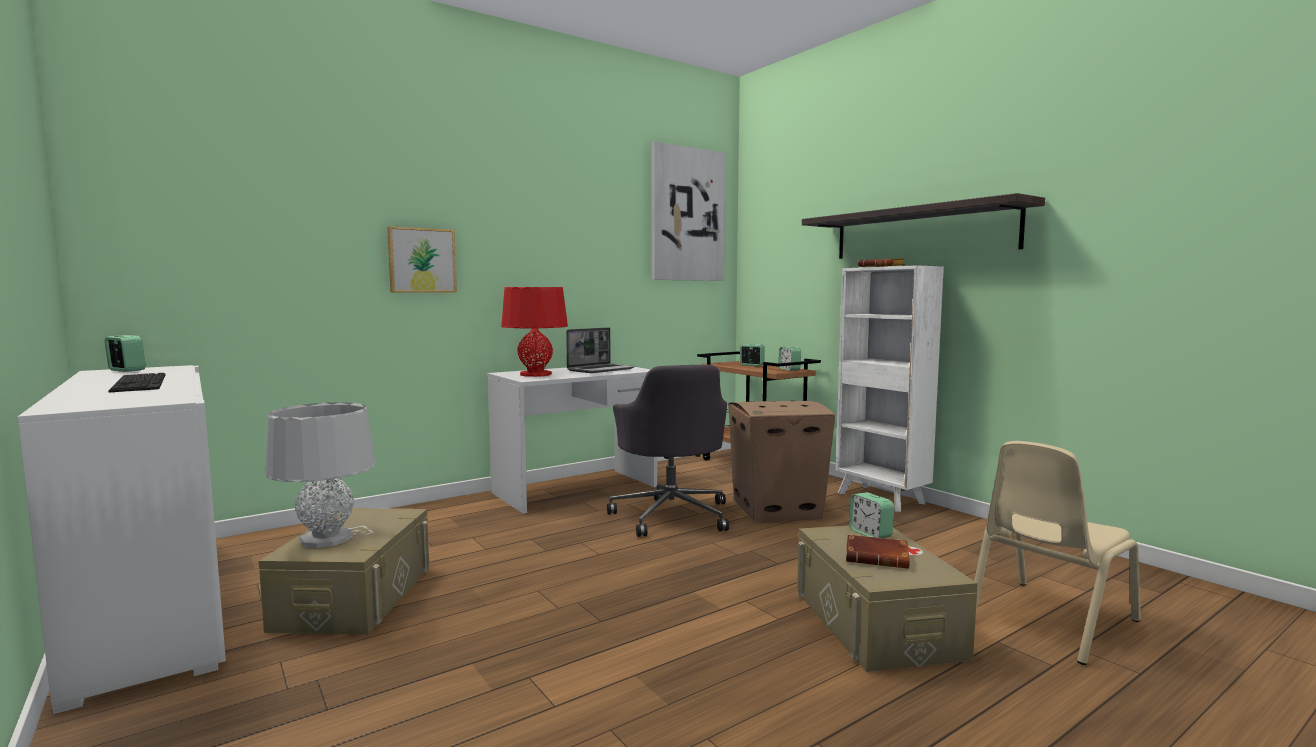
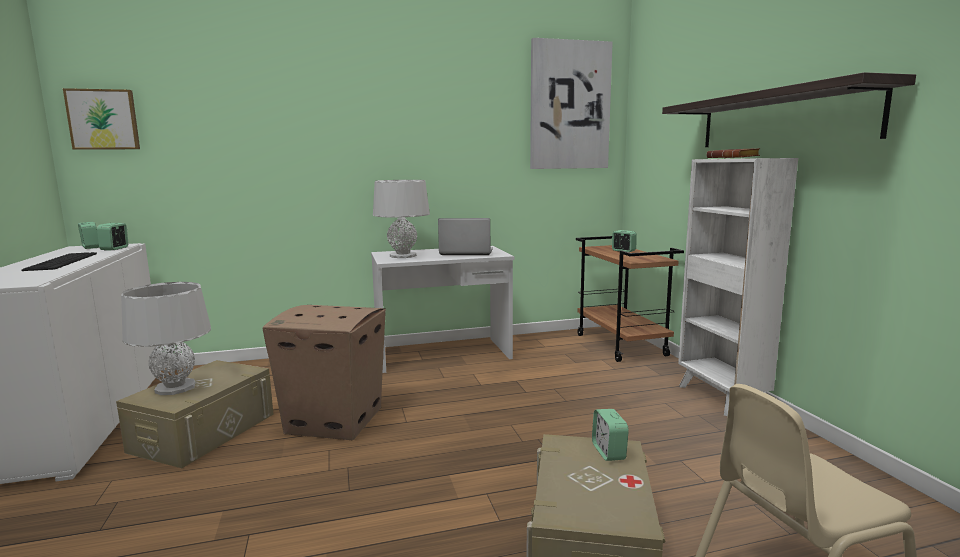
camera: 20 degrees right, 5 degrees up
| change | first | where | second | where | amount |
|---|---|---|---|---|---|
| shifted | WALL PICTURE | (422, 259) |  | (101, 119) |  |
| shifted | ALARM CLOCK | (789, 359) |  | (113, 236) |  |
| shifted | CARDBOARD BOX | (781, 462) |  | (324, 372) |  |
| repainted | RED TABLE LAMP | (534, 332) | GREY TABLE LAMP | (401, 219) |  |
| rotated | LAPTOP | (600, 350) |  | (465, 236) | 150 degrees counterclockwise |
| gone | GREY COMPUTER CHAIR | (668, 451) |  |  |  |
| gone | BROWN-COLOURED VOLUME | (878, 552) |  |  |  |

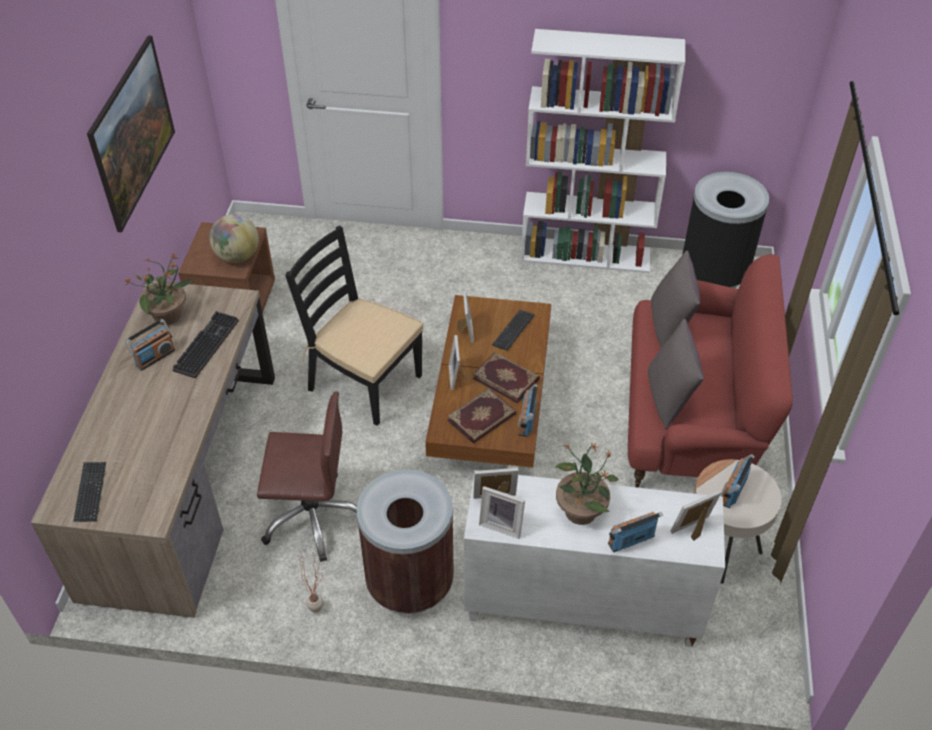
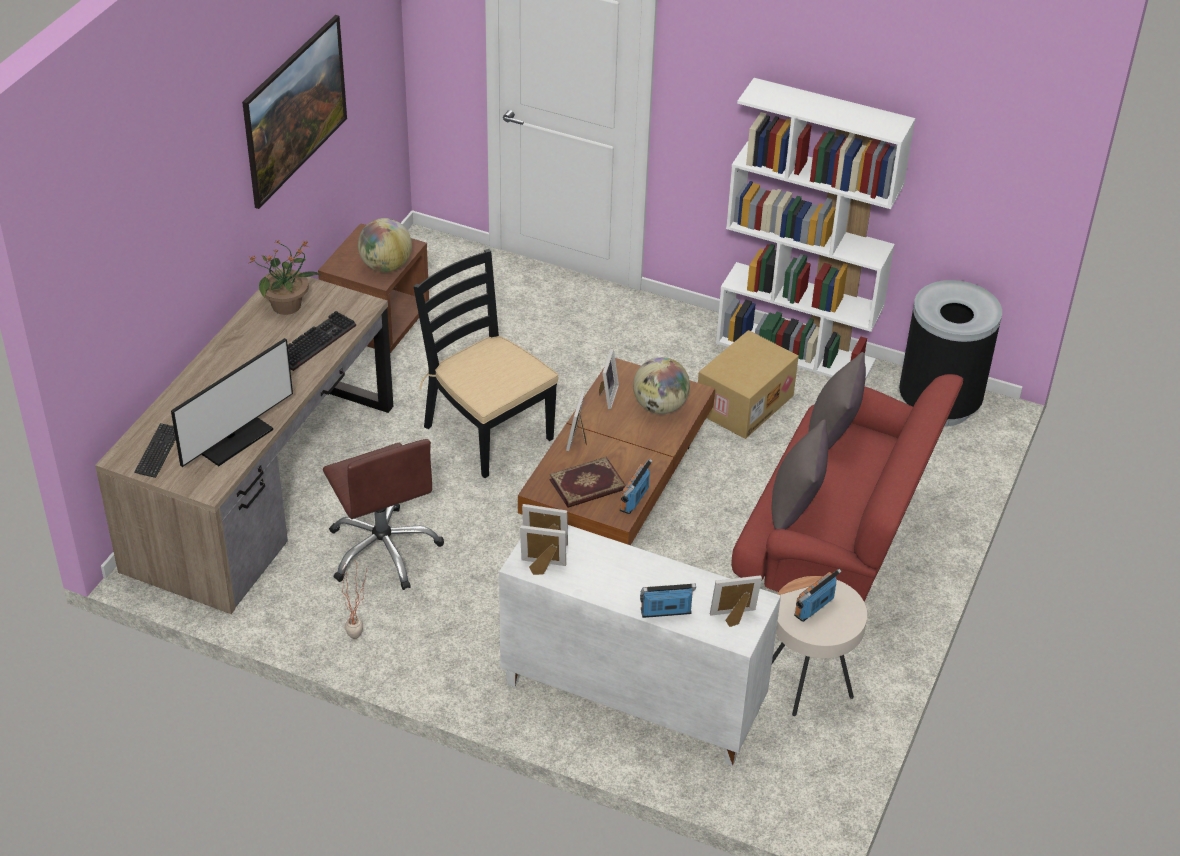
camera: 15 degrees right, 5 degrees down
| change | first | where | second | where | amount |
|---|---|---|---|---|---|
| new |  |  | COMPUTER SCREEN | (232, 402) |  |
| rotated | BROWN-COLOURED COMPUTER CHAIR | (307, 476) |  | (383, 514) | 45 degrees clockwise |
| rotated | PICTURE FRAME | (502, 512) |  | (543, 550) | 150 degrees clockwise |
| swapped | KEYBOARD | (513, 330) | DESK GLOBE | (661, 385) |  |
| new |  |  | CARDBOARD BOX | (748, 384) |  |
| gone | RADIO RECEIVER | (150, 345) |  |  |  |
| gone | BROWN-COLOURED RUBBISH BIN | (405, 541) |  |  |  |
| gone | VOLUME | (506, 377) |  |  |  |
| gone | HOUSEPLANT | (587, 483) |  |  |  |

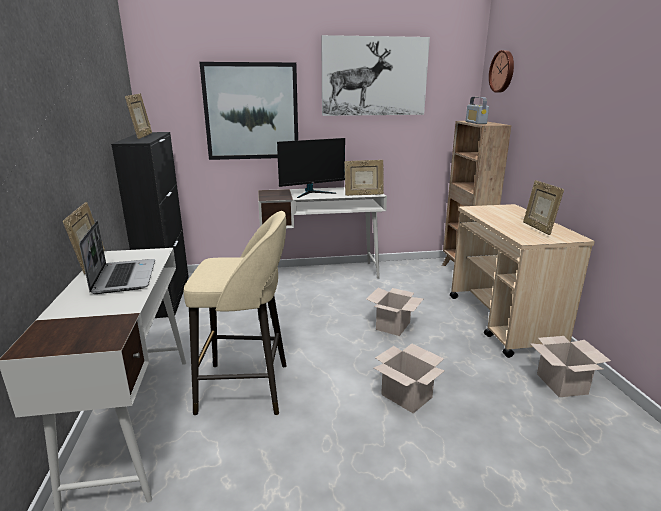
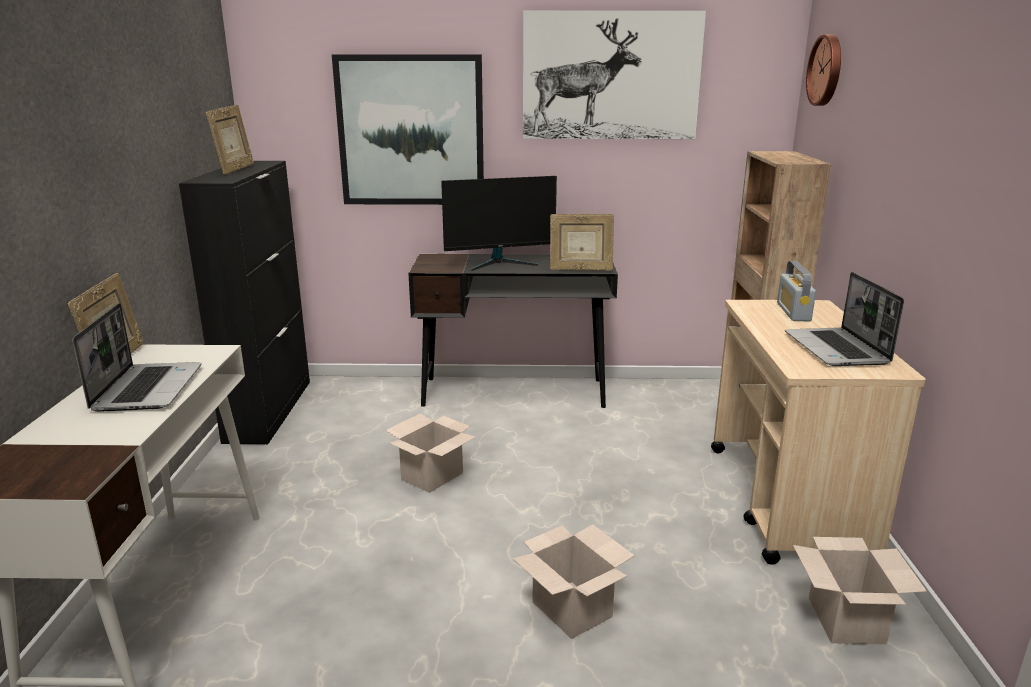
camera: 10 degrees right, 0 degrees up
| change | first | where | second | where | amount |
|---|---|---|---|---|---|
| shifted | CARDBOARD BOX | (395, 312) |  | (431, 453) |  |
| repainted | WHITISH DESK | (322, 233) | BLACKISH DESK | (513, 331) |  |
| shifted | RADIO RECEIVER | (477, 110) |  | (796, 291) |  |
| swapped | PICTURE FRAME | (543, 207) | LAPTOP | (844, 319) |  |
| gone | SAND-COLOURED SITTING STOOL | (235, 313) |  |  |  |

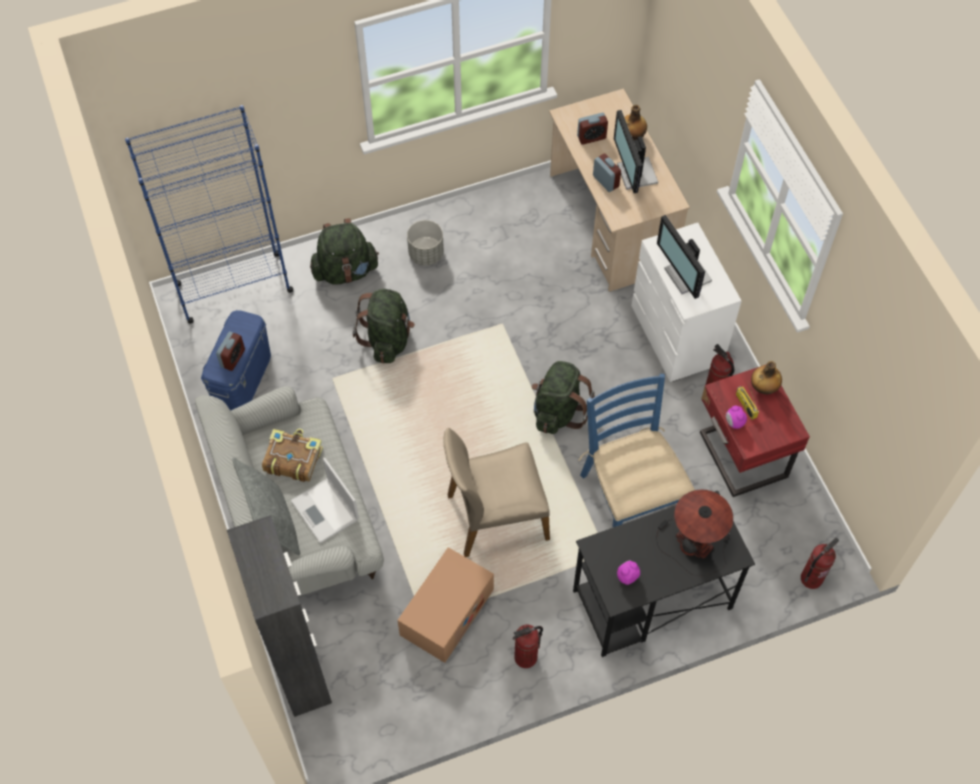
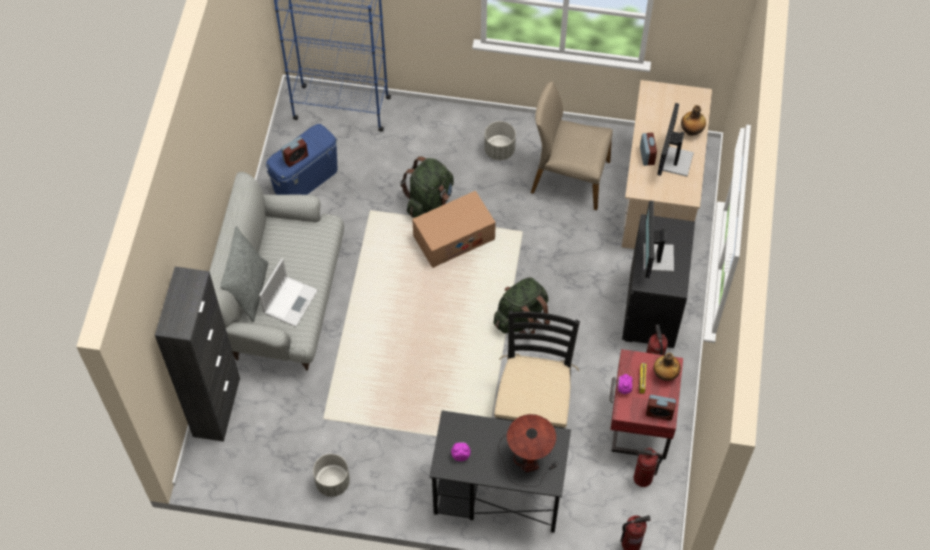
camera: 30 degrees right, 0 degrees up
| change | first | where | second | where | amount |
|---|---|---|---|---|---|
| rotated | LAPTOP | (325, 500) |  | (288, 292) | 150 degrees counterclockwise |
| new |  |  | GREY FLOWER POT | (331, 475) |  |
| shifted | CARDBOARD BOX | (445, 605) |  | (454, 229) |  |
| repainted | BLUE-COLOURED PLAIN CHAIR | (636, 451) | BLACKISH PLAIN CHAIR | (537, 369) |  |
| shifted | SAND-COLOURED PLAIN CHAIR | (496, 492) |  | (572, 145) |  |
| repainted | WHITISH DRESSER | (686, 302) | BLACKISH DRESSER | (658, 281) |  |
| shifted | FIRE-FIGHTING CYLINDER | (527, 646) |  | (648, 467) |  |
| shifted | ALARM CLOCK | (592, 129) |  | (661, 408) |  |
| gone | VOLUME | (292, 455) |  |  |  |
| gone | GREEN RUCKSACK | (344, 251) |  |  |  |

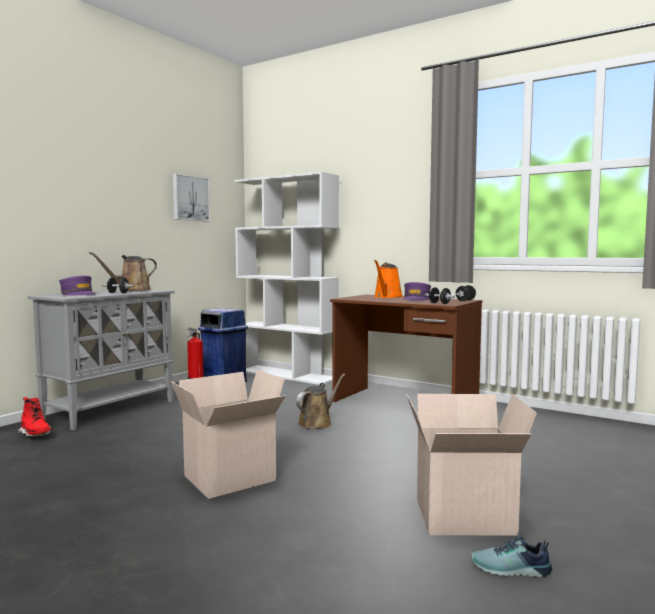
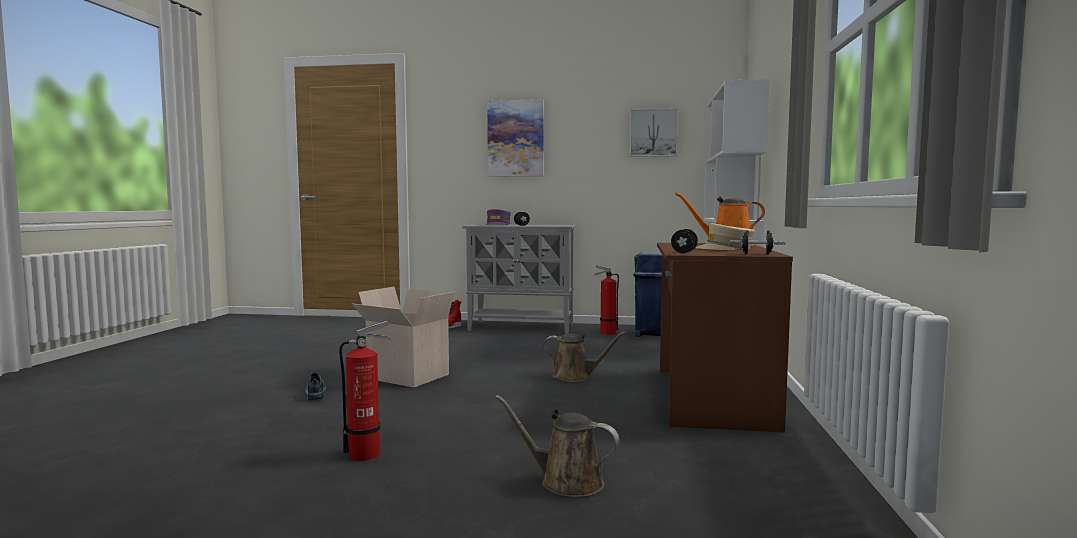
camera: 65 degrees right, 0 degrees up
| change | first | where | second | where | amount |
|---|---|---|---|---|---|
| shifted | LOW SHOE | (511, 556) |  | (315, 386) |  |
| swapped | CARDBOARD BOX | (471, 464) | FIRE-FIGHTING CYLINDER | (365, 391) |  |
| new |  |  | WALL PICTURE | (515, 138) |  |
| shifted | BROWN-COLOURED SPRINKLING CAN | (123, 271) |  | (557, 446) |  |
| repainted | PURPLISH BASEBALL CAP | (417, 291) | SAND-COLOURED BASEBALL CAP | (725, 236) |  |

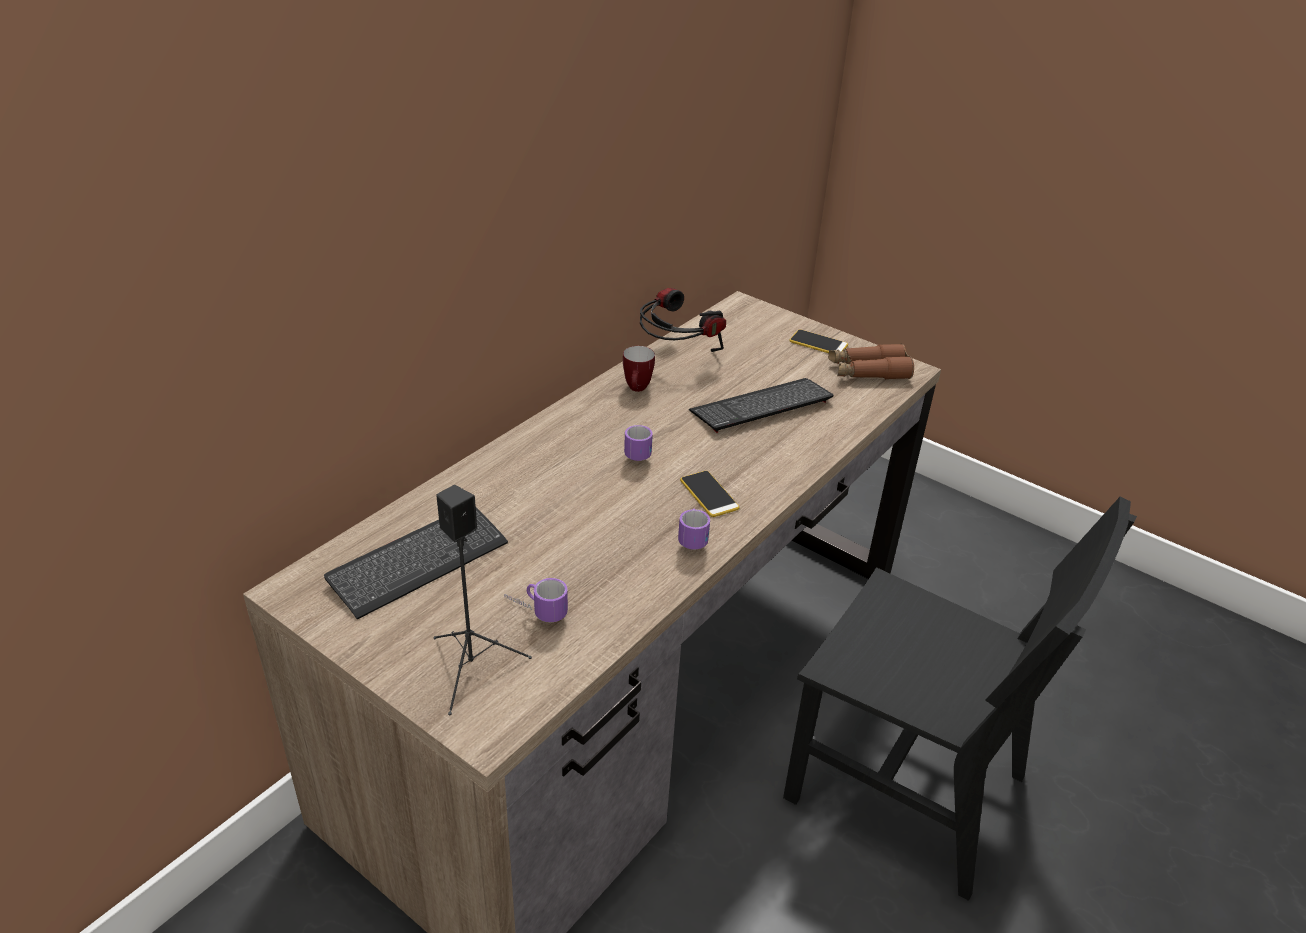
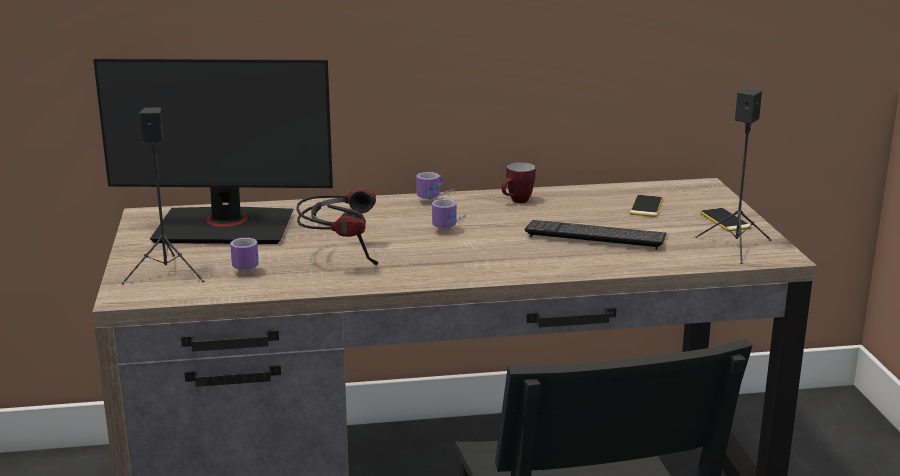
camera: 45 degrees right, 15 degrees down
| change | first | where | second | where | amount |
|---|---|---|---|---|---|
| swapped | KEYBOARD | (416, 563) | COMPUTER SCREEN | (213, 151) |  |
| shifted | HEADSET | (683, 320) |  | (337, 227) |  |
| shifted | MUG | (694, 529) |  | (435, 186) |  |
| shifted | PHONE | (709, 494) |  | (646, 206) |  |
| swapped | BROWN-COLOURED PAIR OF BINOCULARS | (871, 361) | BLACKISH LOUDSPEAKER | (733, 176) |  |

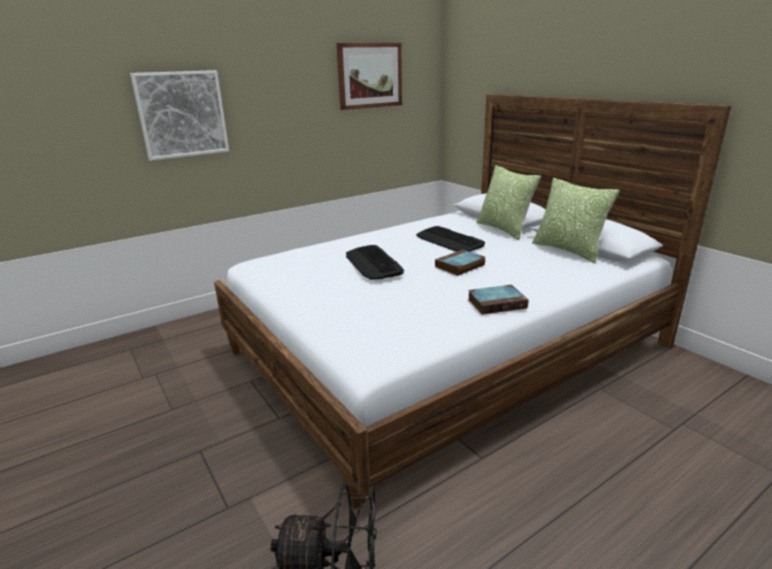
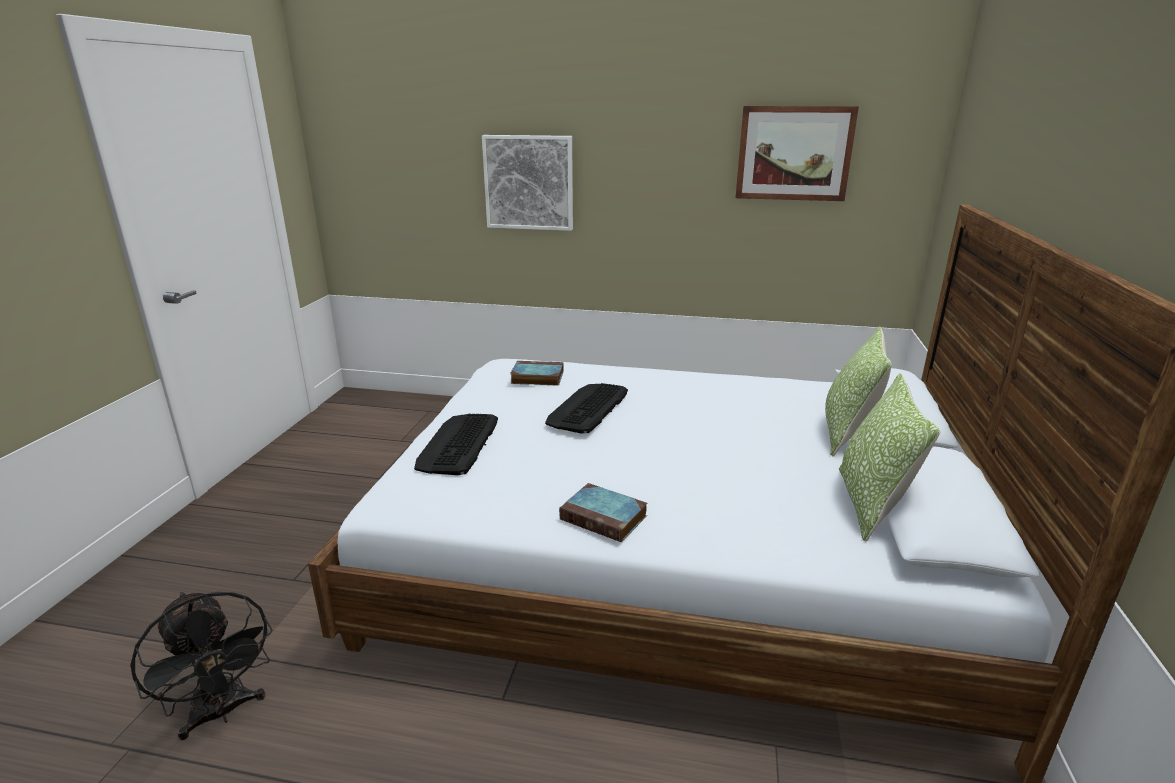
camera: 45 degrees right, 0 degrees up
| change | first | where | second | where | amount |
|---|---|---|---|---|---|
| shifted | KEYBOARD | (450, 239) |  | (456, 444) |  |
| shifted | VOLUME | (460, 263) |  | (537, 373) |  |

